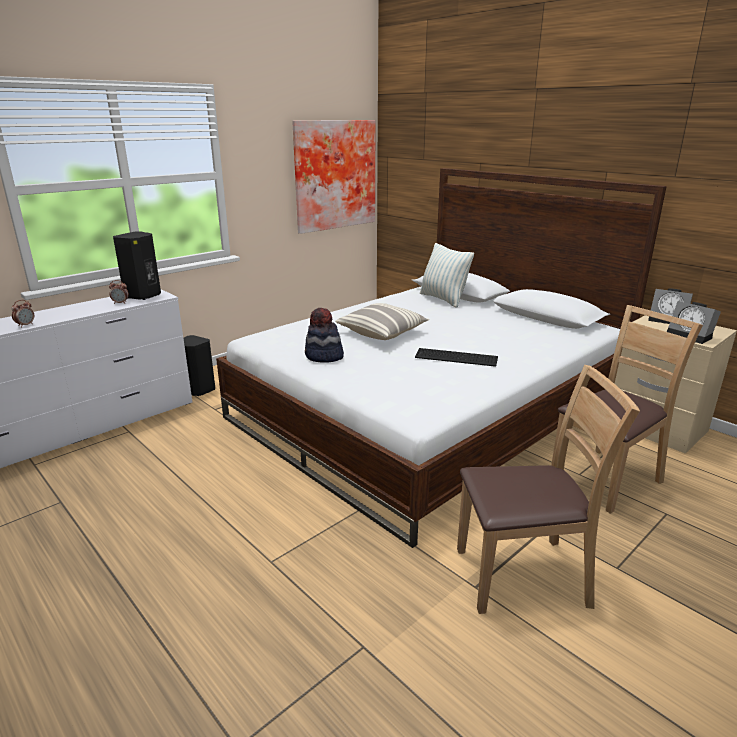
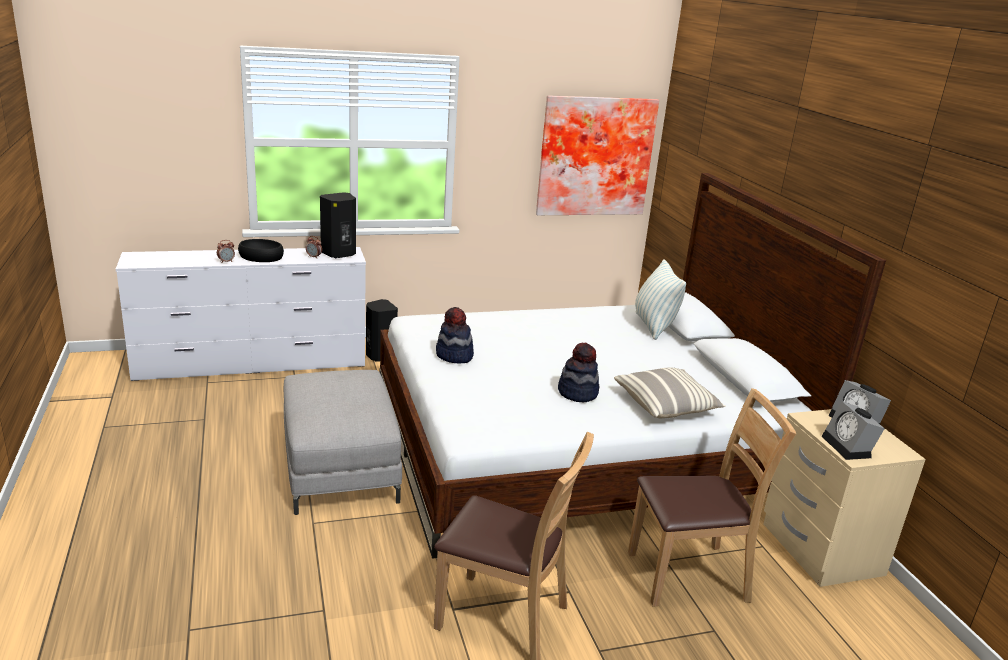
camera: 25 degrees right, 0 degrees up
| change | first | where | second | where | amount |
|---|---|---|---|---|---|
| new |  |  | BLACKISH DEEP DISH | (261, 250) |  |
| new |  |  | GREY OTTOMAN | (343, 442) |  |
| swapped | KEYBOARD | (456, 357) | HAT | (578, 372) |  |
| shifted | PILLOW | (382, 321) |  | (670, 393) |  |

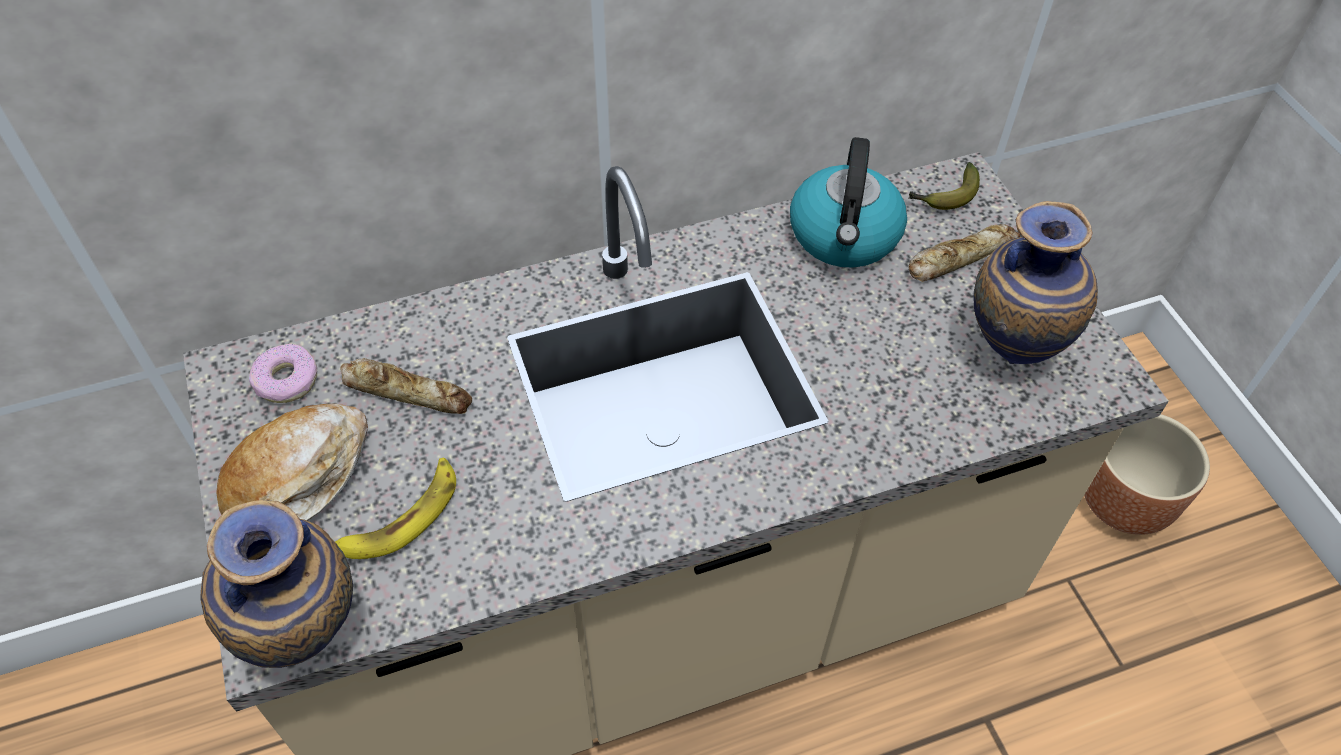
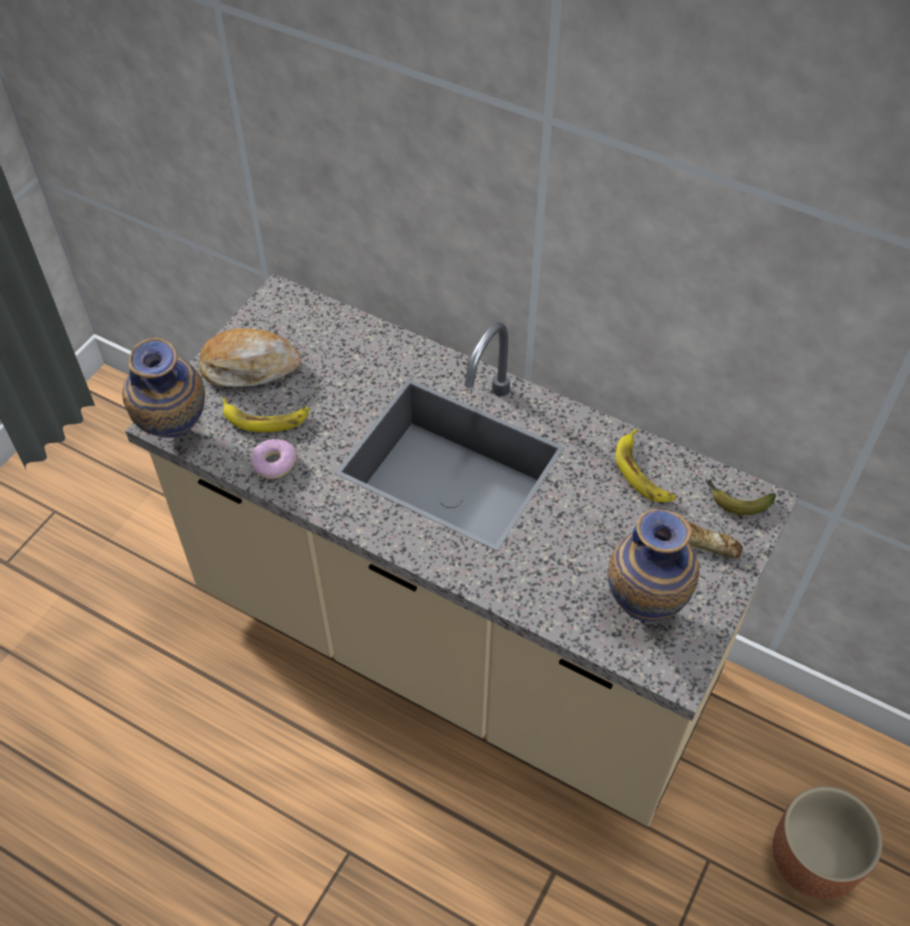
camera: 50 degrees right, 0 degrees up
| change | first | where | second | where | amount |
|---|---|---|---|---|---|
| shifted | RING DOUGHNUT | (283, 373) |  | (273, 459) |  |
| swapped | WATER KETTLE | (848, 202) | BANANA FRUIT | (646, 465) |  |
| gone | BAKED BREAD | (406, 386) |  |  |  |

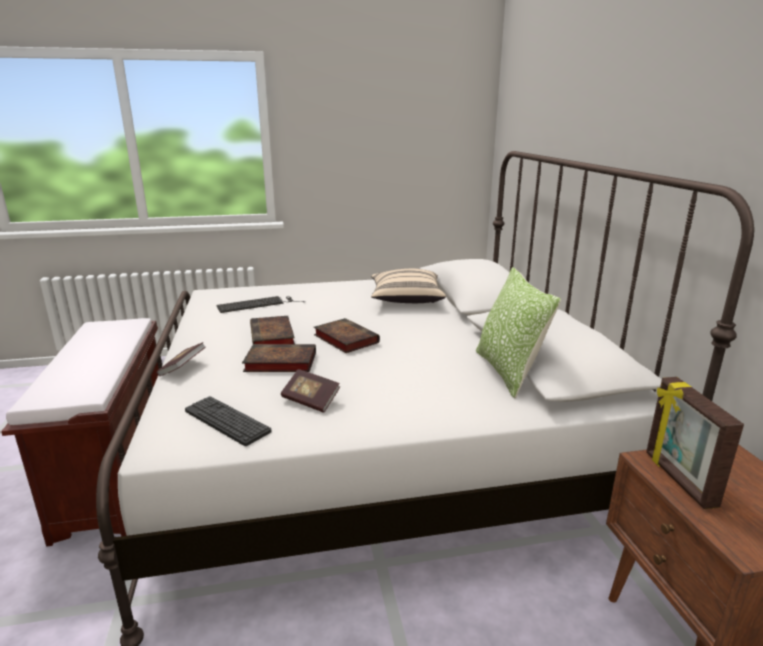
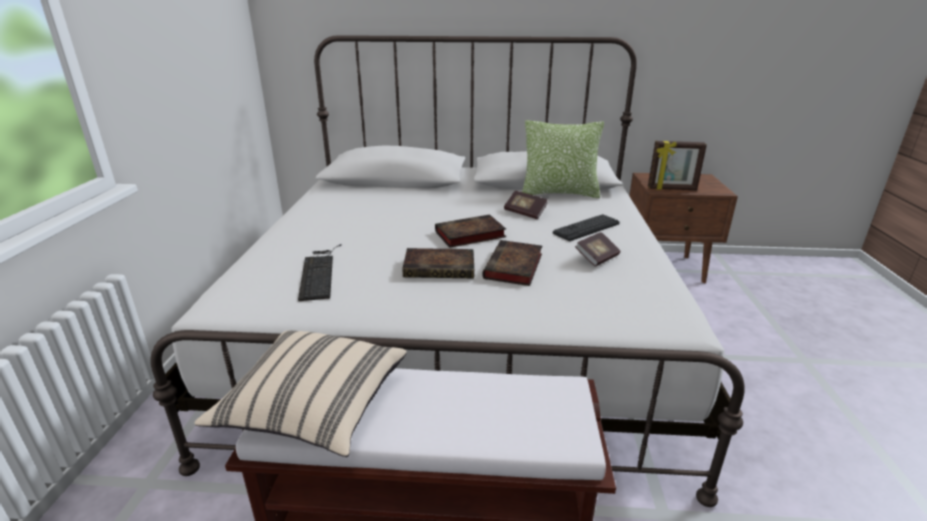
camera: 75 degrees left, 5 degrees up
| change | first | where | second | where | amount |
|---|---|---|---|---|---|
| shifted | SAND-COLOURED PILLOW | (408, 286) |  | (300, 393) |  |
| shifted | VOLUME | (181, 359) |  | (526, 205) |  |
| shifted | KEYBOARD | (228, 421) |  | (586, 227) |  |

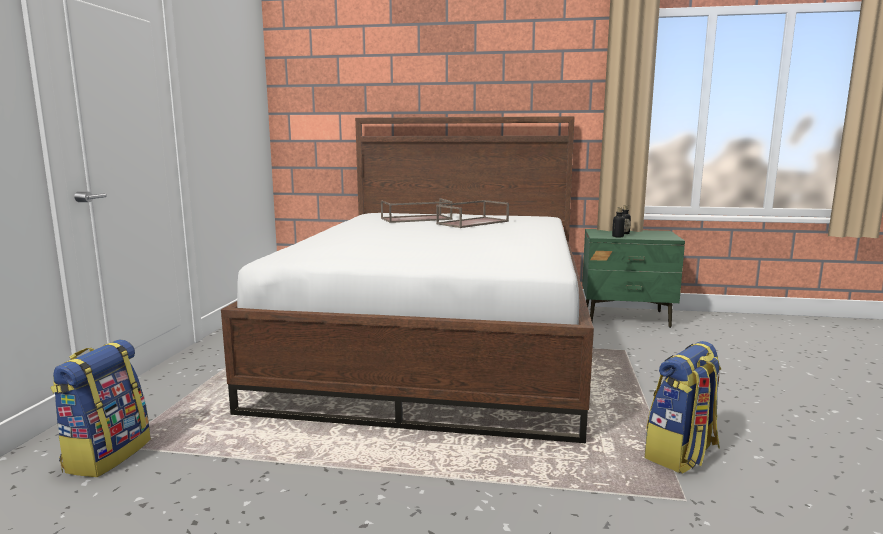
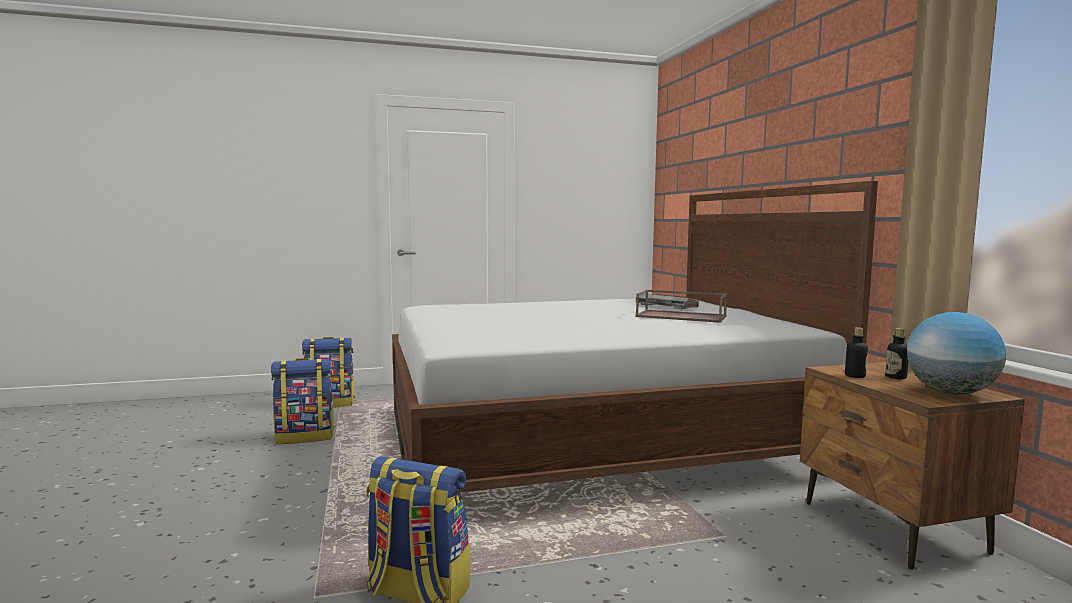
camera: 65 degrees right, 5 degrees down
| change | first | where | second | where | amount |
|---|---|---|---|---|---|
| new |  |  | RUCKSACK | (302, 401) |  |
| swapped | BROWN-COLOURED TRAY | (417, 210) | KEYBOARD | (669, 301) |  |
| repainted | GREEN NIGHTSTAND | (633, 278) | BROWN-COLOURED NIGHTSTAND | (912, 466) |  |
| new |  |  | DESK GLOBE | (956, 353) |  |

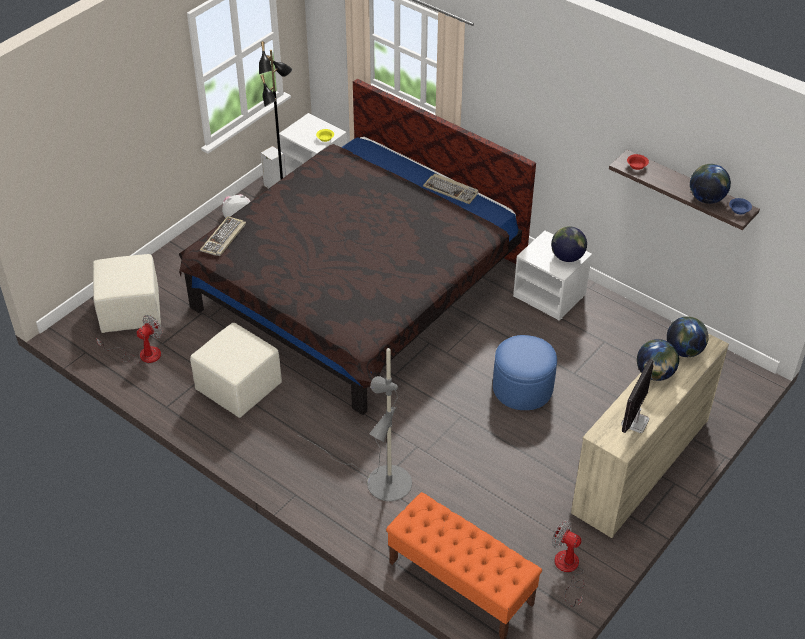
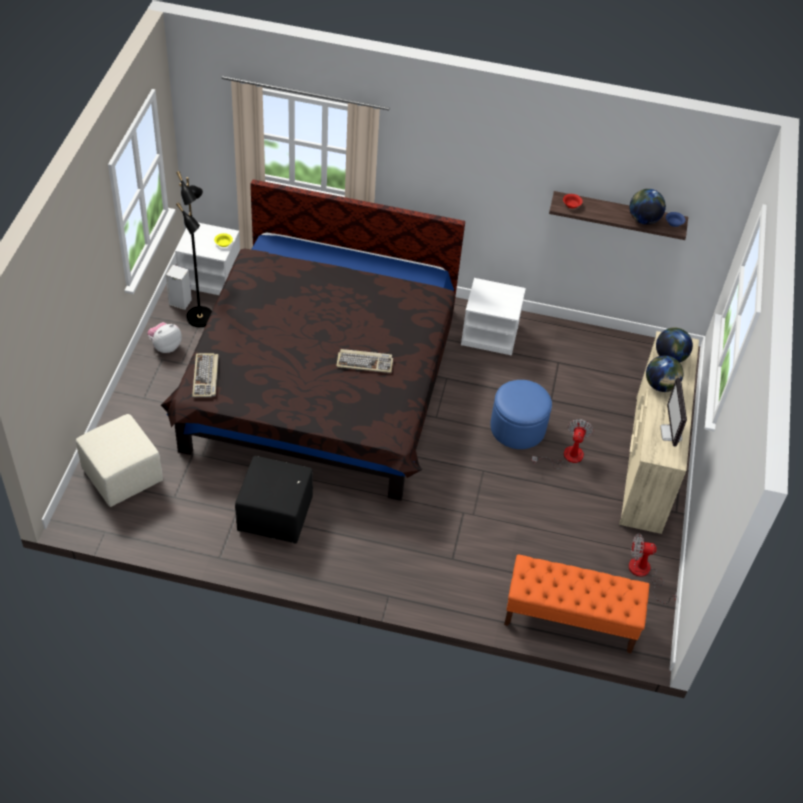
camera: 30 degrees left, 5 degrees up
| change | first | where | second | where | amount |
|---|---|---|---|---|---|
| repainted | SAND-COLOURED OTTOMAN | (236, 370) | BLACKISH OTTOMAN | (274, 499) |  |
| shifted | KEYBOARD | (450, 188) |  | (364, 361) |  |
| shifted | FAN | (129, 339) |  | (562, 444) |  |
| gone | GREY STANDARD LAMP | (354, 424) |  |  |  |
| gone | DESK GLOBE | (569, 244) |  |  |  |

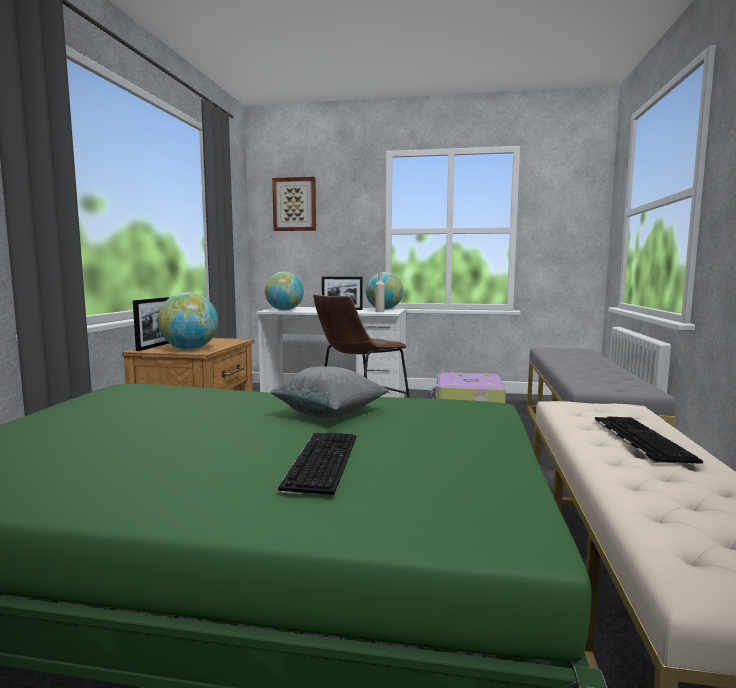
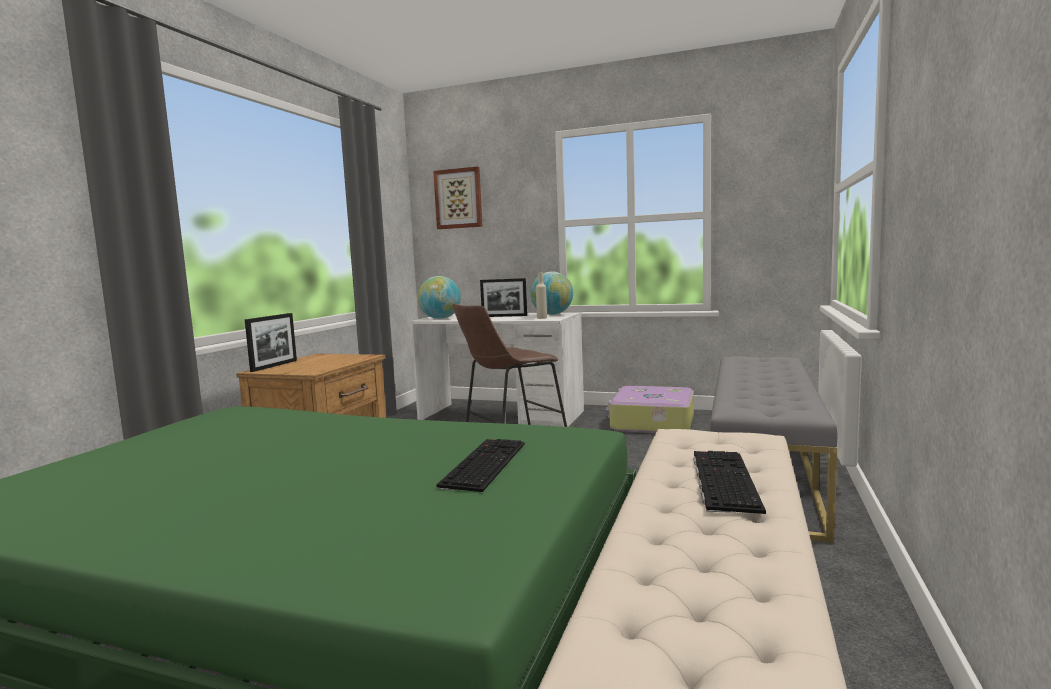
camera: 10 degrees right, 0 degrees up
| change | first | where | second | where | amount |
|---|---|---|---|---|---|
| shifted | KEYBOARD | (317, 463) |  | (480, 465) |  |
| gone | DESK GLOBE | (188, 321) |  |  |  |
| gone | GREY PILLOW | (330, 392) |  |  |  |

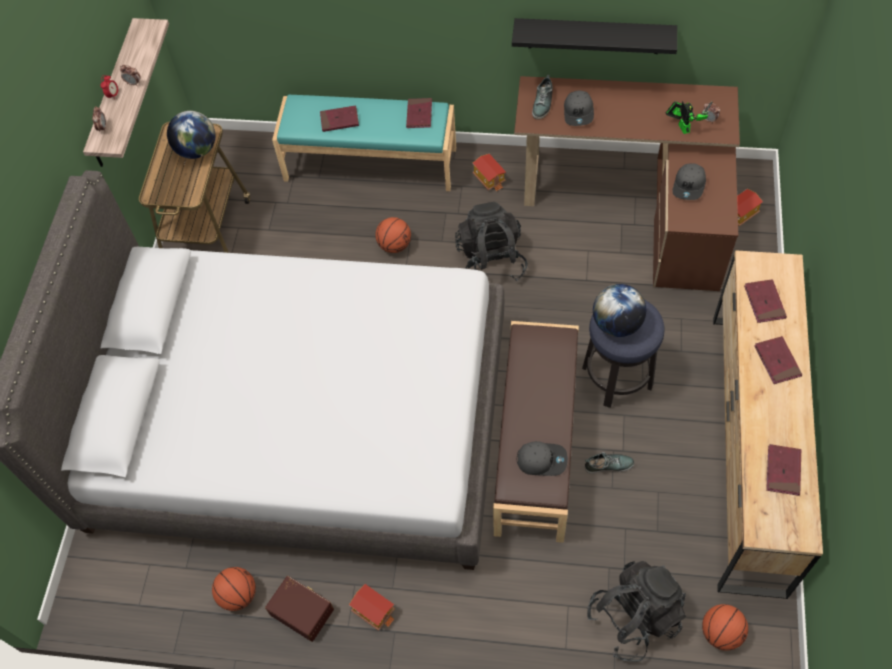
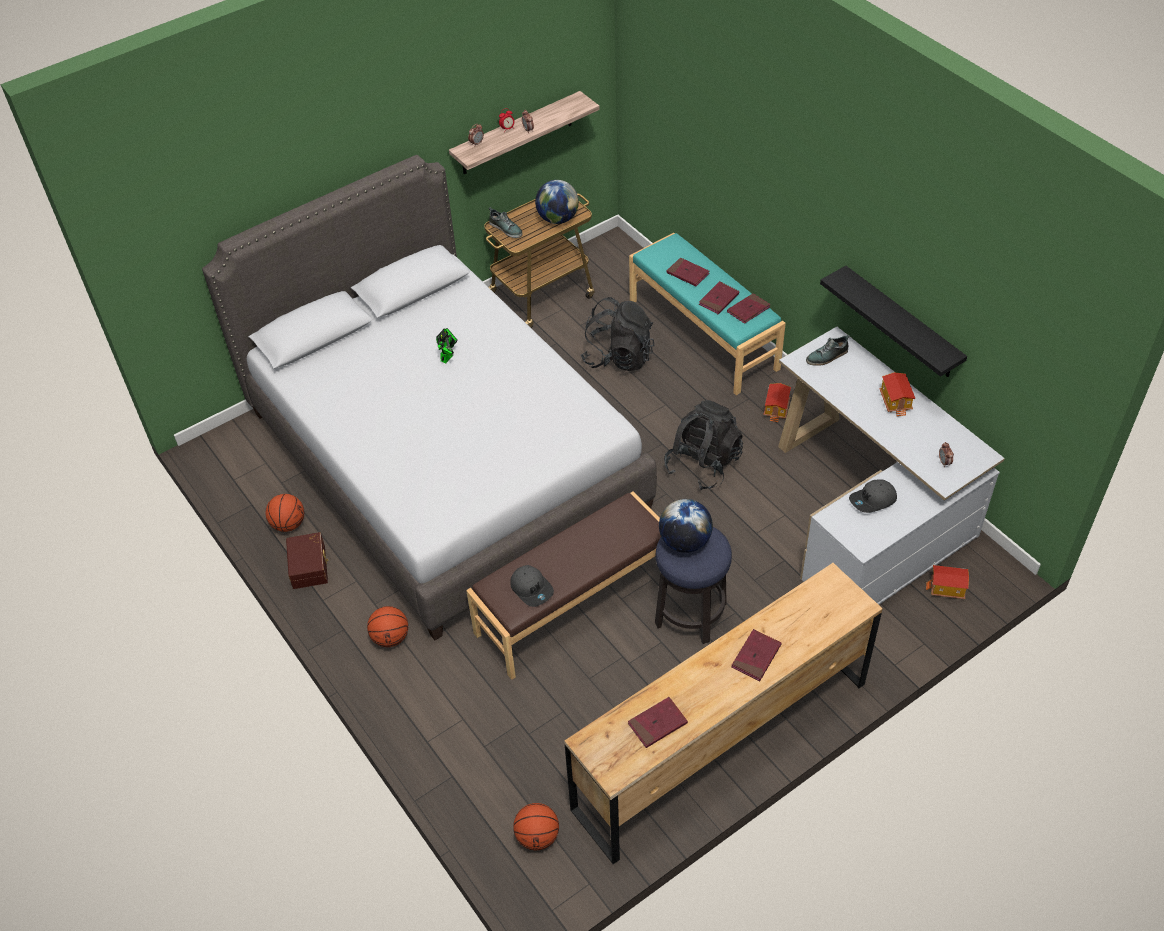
camera: 45 degrees right, 10 degrees down
| change | first | where | second | where | amount |
|---|---|---|---|---|---|
| shifted | BASKETBALL BALL | (393, 235) |  | (387, 626) |  |
| shifted | TOY ROBOT | (689, 117) |  | (447, 345) |  |
| shifted | LOW SHOE | (609, 463) |  | (506, 222) |  |
| shifted | BLACKISH RUCKSACK | (636, 611) |  | (617, 334) |  |
| shifted | RED VOLUME | (765, 301) |  | (719, 298) |  |
| repainted | BROWN-COLOURED DESK | (627, 183) | WHITISH DESK | (891, 466) |  |
| shifted | TOY HOUSE | (372, 607) |  | (897, 394) |  |
| gone | GREY BASEBALL CAP | (579, 108) |  |  |  |

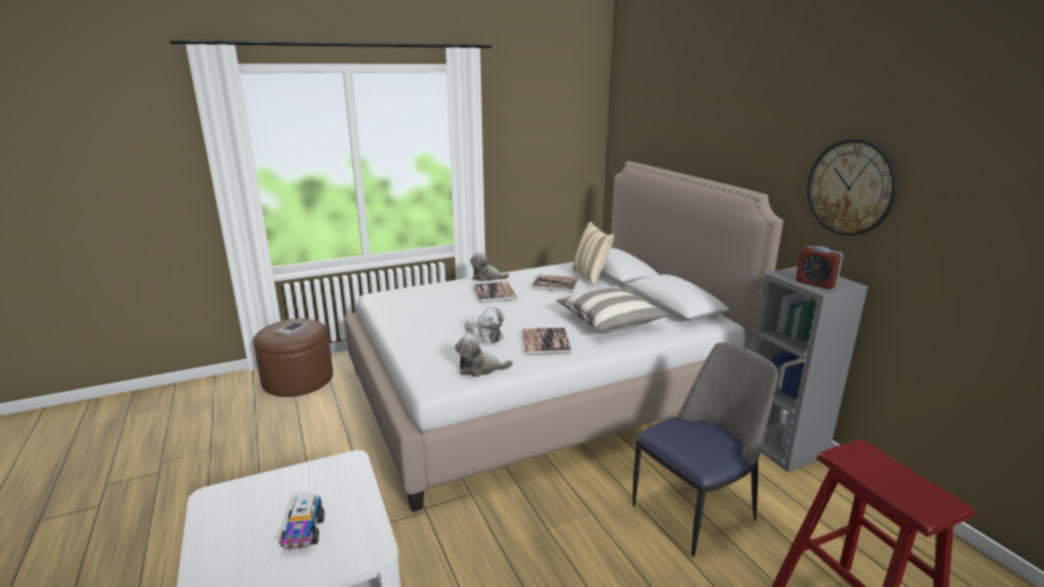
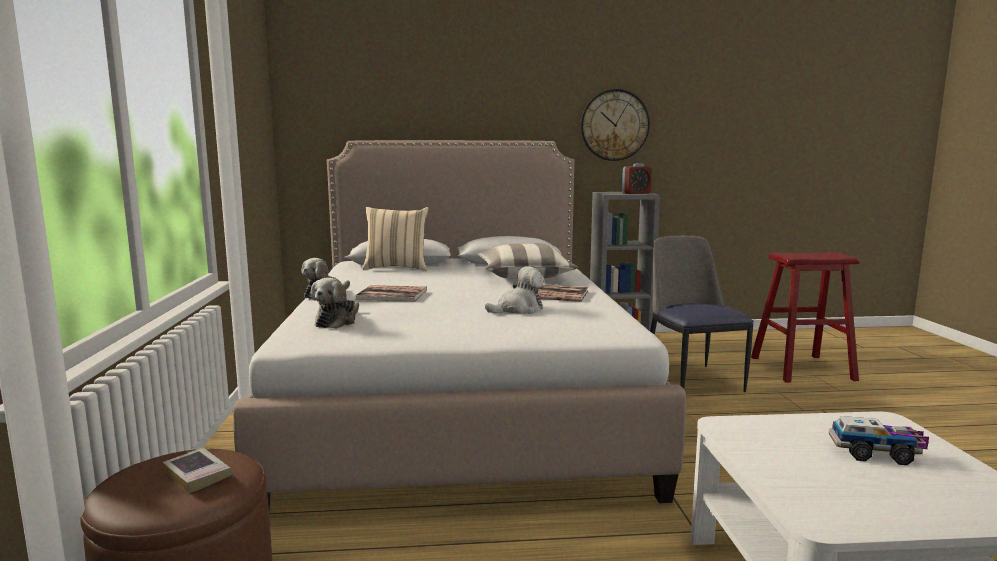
camera: 70 degrees left, 10 degrees down
| change | first | where | second | where | amount |
|---|---|---|---|---|---|
| shifted | CUDDLY TOY | (484, 355) |  | (335, 303) |  |
| gone | VOLUME | (555, 283) |  |  |  |

